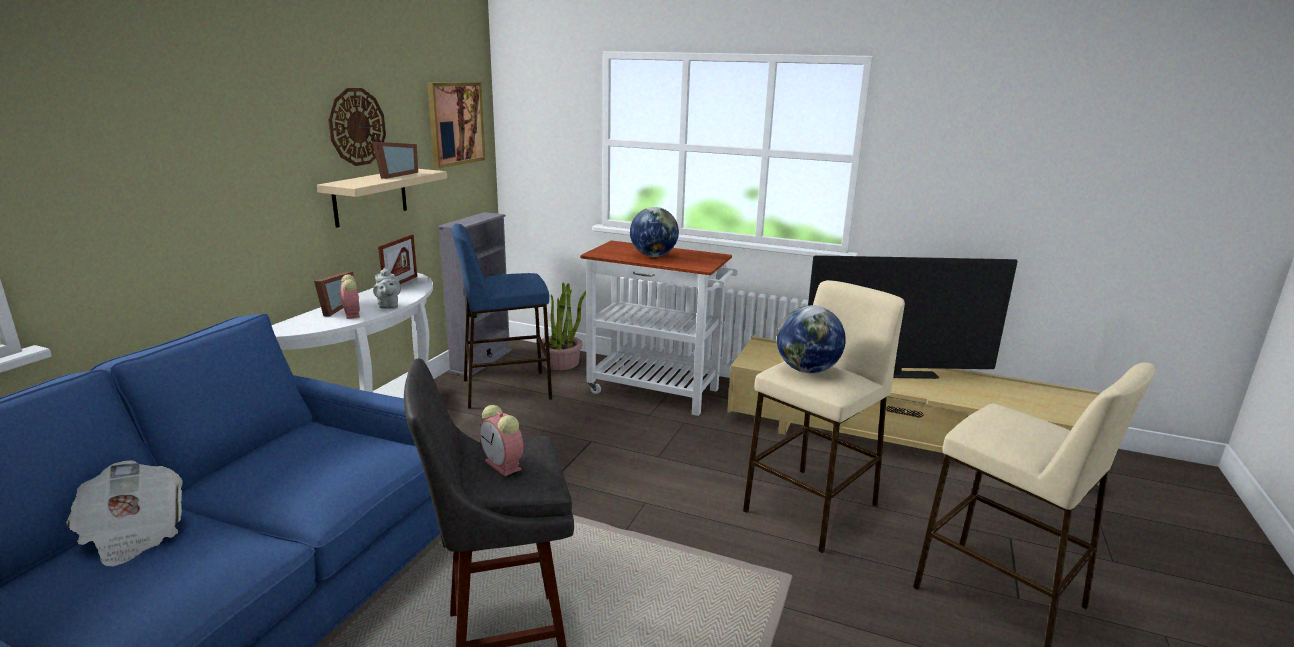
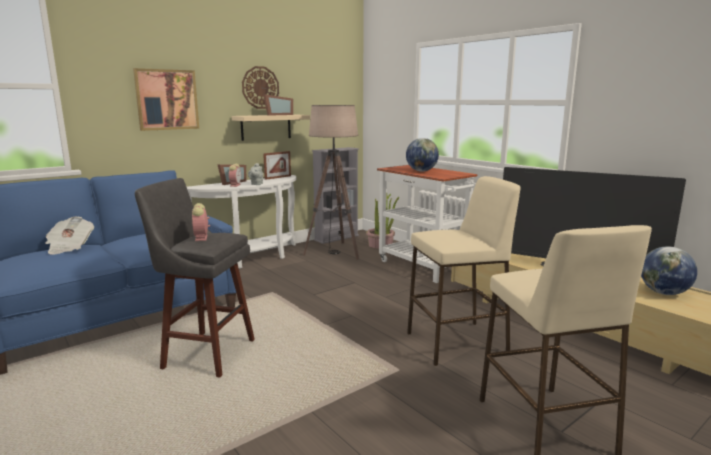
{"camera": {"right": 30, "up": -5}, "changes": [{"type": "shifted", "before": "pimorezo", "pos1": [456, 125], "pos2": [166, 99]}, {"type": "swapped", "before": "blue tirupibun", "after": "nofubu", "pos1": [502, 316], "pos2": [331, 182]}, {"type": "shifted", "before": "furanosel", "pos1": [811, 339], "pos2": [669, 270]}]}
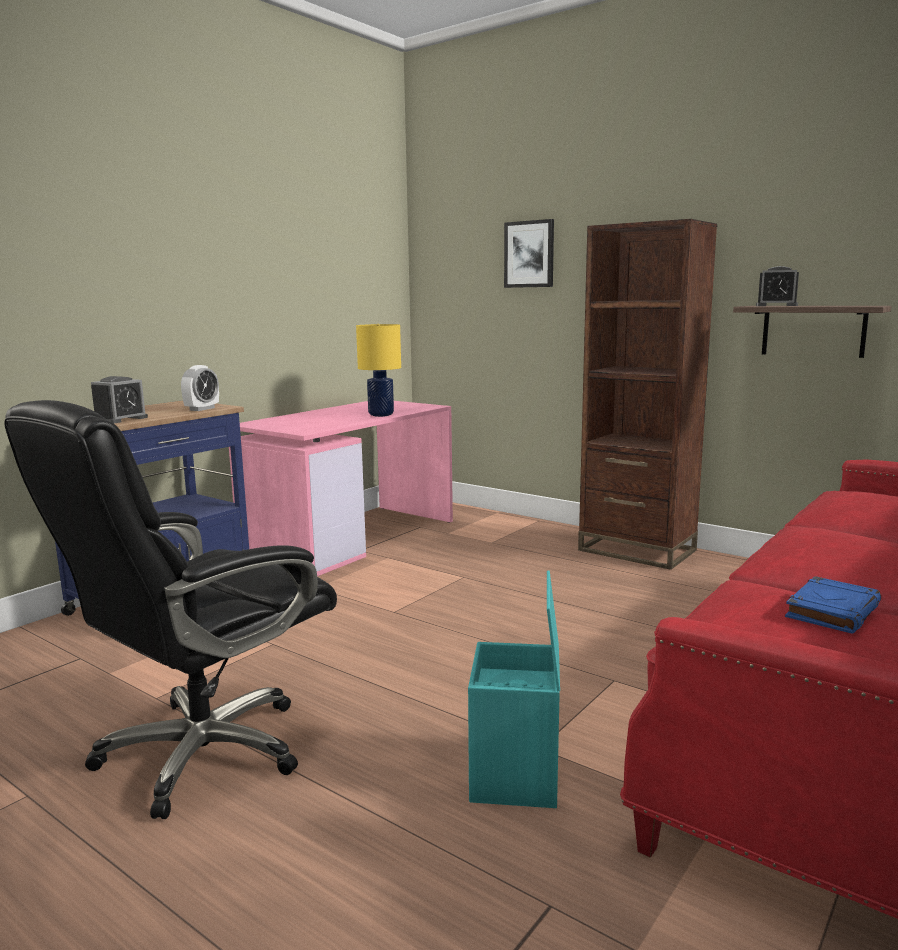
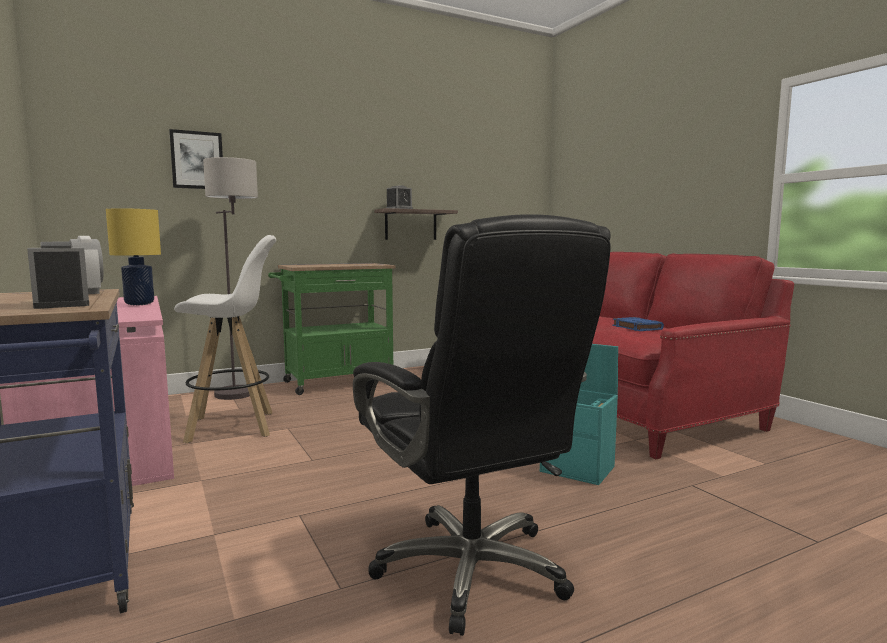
{"camera": {"right": -65, "up": -5}, "changes": [{"type": "new", "after": "white tirupibun", "pos2": [225, 339]}, {"type": "new", "after": "grey nofubu", "pos2": [230, 278]}, {"type": "swapped", "before": "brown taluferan", "after": "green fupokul", "pos1": [647, 394], "pos2": [331, 329]}]}
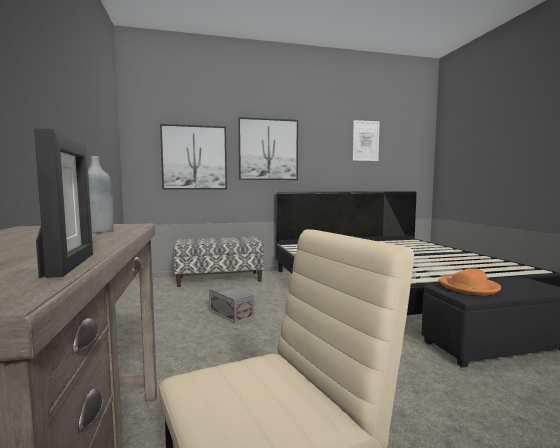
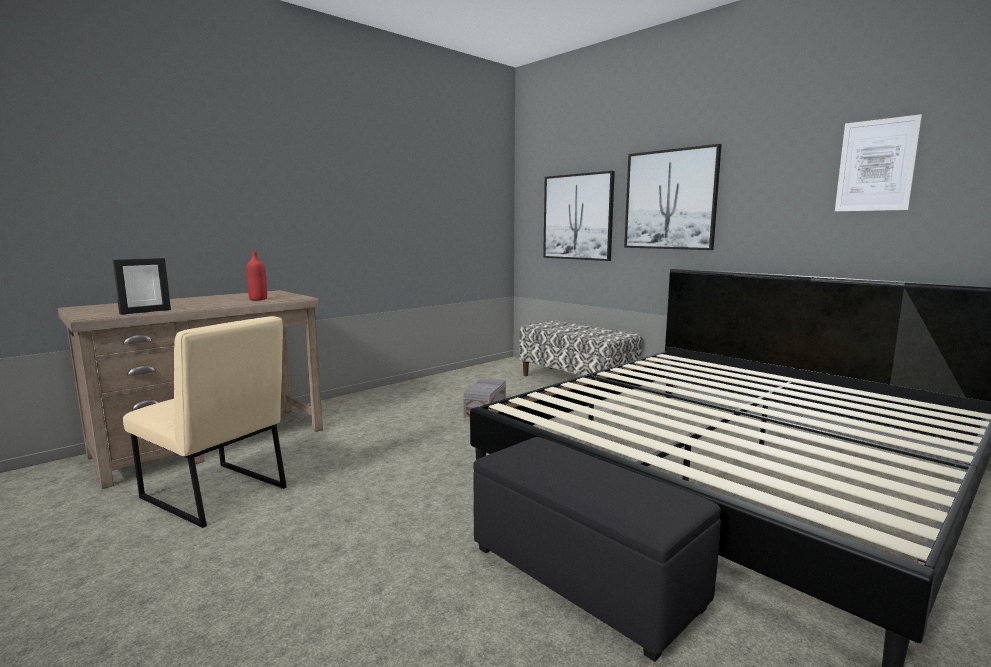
{"camera": {"right": 60, "up": 5}, "changes": [{"type": "repainted", "before": "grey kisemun", "after": "red kisemun", "pos1": [101, 194], "pos2": [256, 276]}, {"type": "gone", "before": "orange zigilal", "pos1": [469, 281]}]}
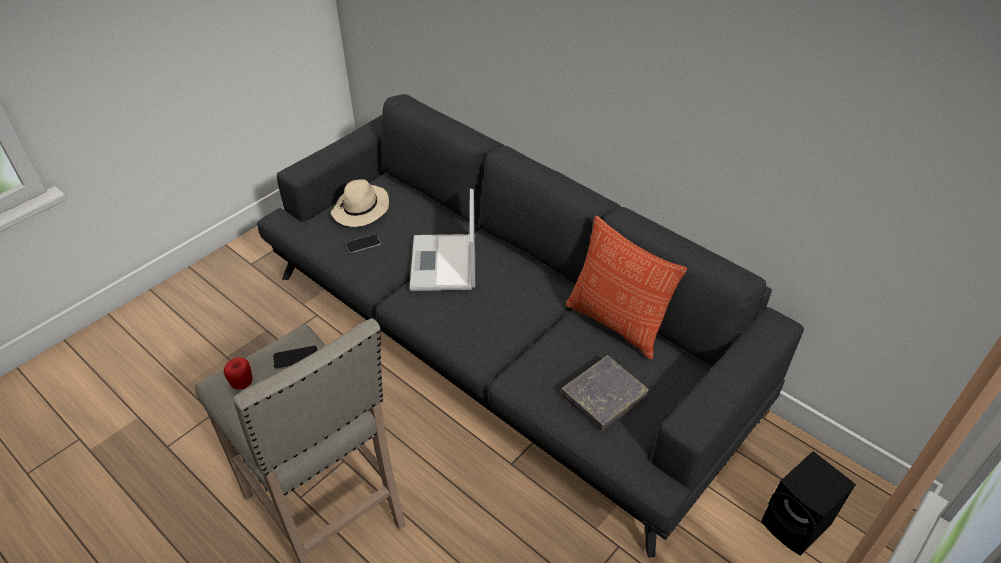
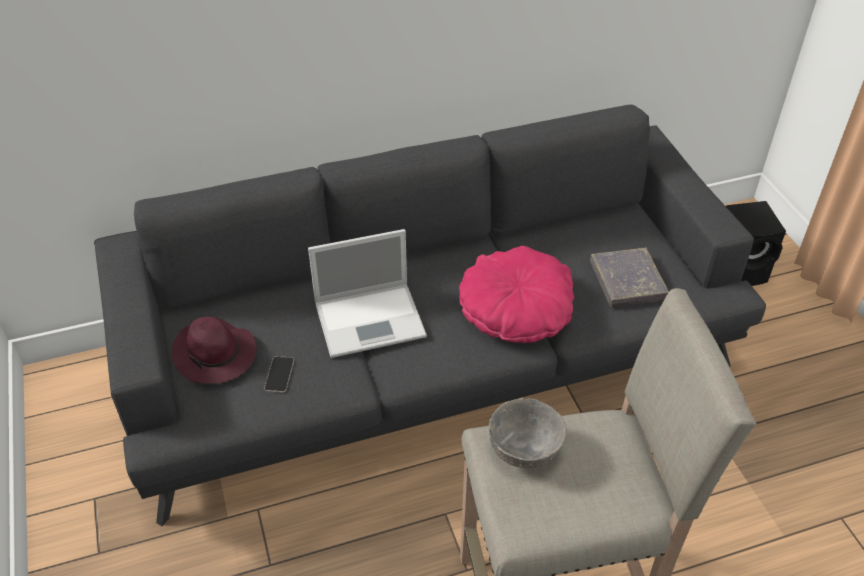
{"camera": {"right": -60, "up": 0}, "changes": [{"type": "repainted", "before": "beige zigilal", "after": "purple zigilal", "pos1": [360, 203], "pos2": [214, 350]}, {"type": "rotated", "before": "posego", "pos1": [442, 240], "pos2": [367, 293], "turn": -45}, {"type": "new", "after": "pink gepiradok", "pos2": [516, 294]}, {"type": "swapped", "before": "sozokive", "after": "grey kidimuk", "pos1": [295, 357], "pos2": [528, 433]}, {"type": "gone", "before": "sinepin", "pos1": [238, 373]}, {"type": "gone", "before": "orange gepiradok", "pos1": [626, 287]}]}
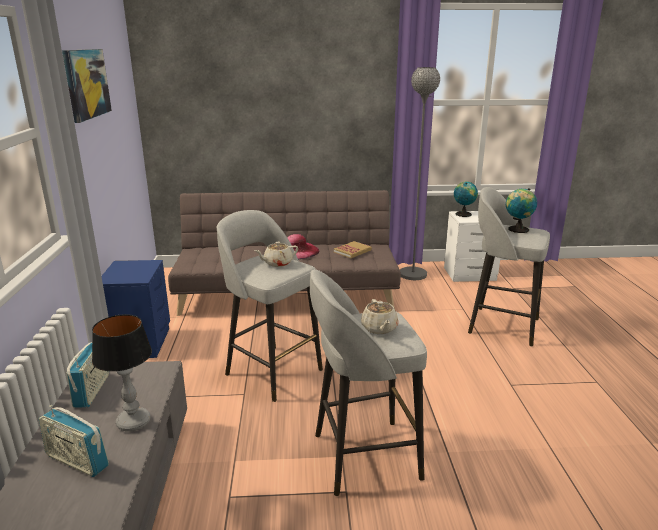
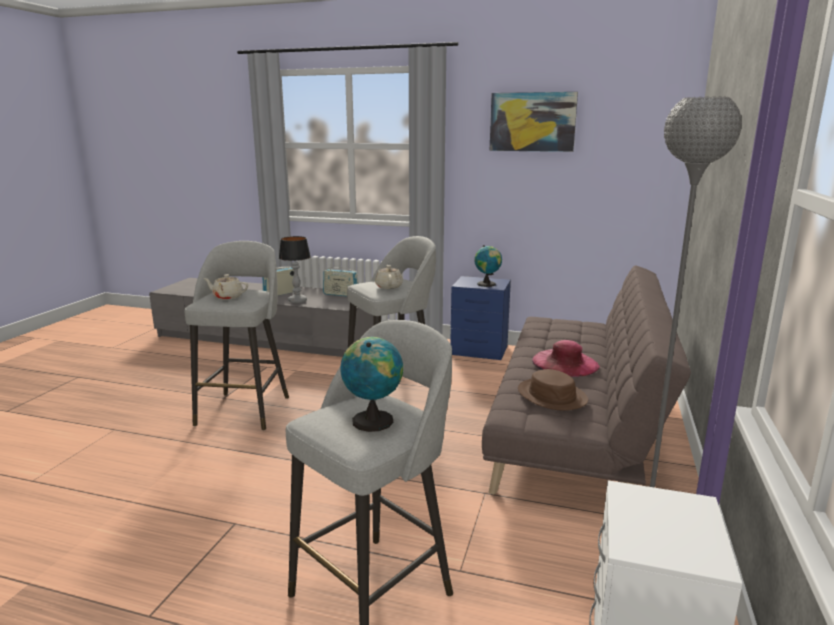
{"camera": {"right": 110, "up": -5}, "changes": [{"type": "shifted", "before": "furanosel", "pos1": [466, 199], "pos2": [488, 266]}, {"type": "swapped", "before": "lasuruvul", "after": "brown zigilal", "pos1": [353, 249], "pos2": [553, 389]}]}
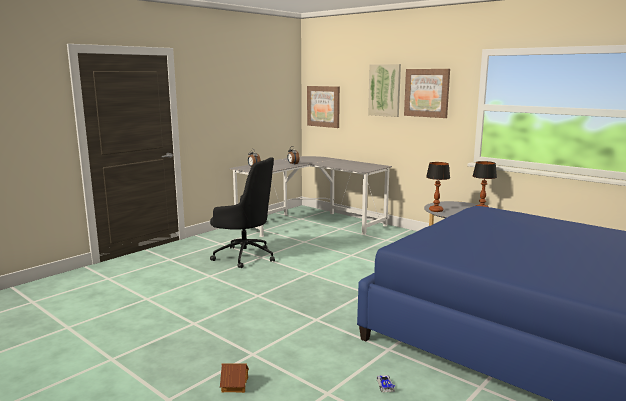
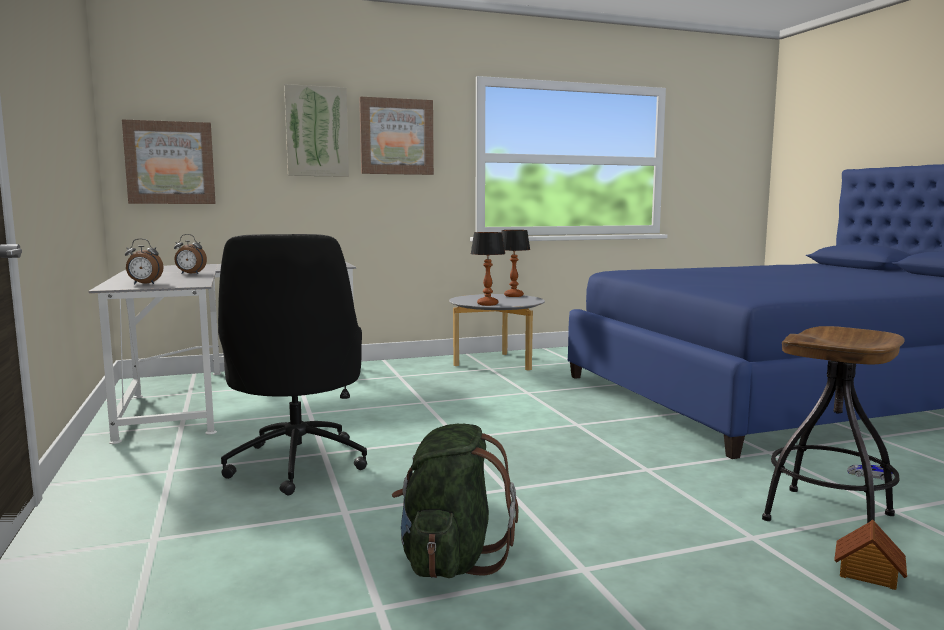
{"camera": {"right": -60, "up": -5}, "changes": [{"type": "rotated", "before": "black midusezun", "pos1": [242, 213], "pos2": [292, 364], "turn": 120}, {"type": "new", "after": "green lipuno", "pos2": [455, 501]}, {"type": "new", "after": "brown tirupibun", "pos2": [833, 424]}]}
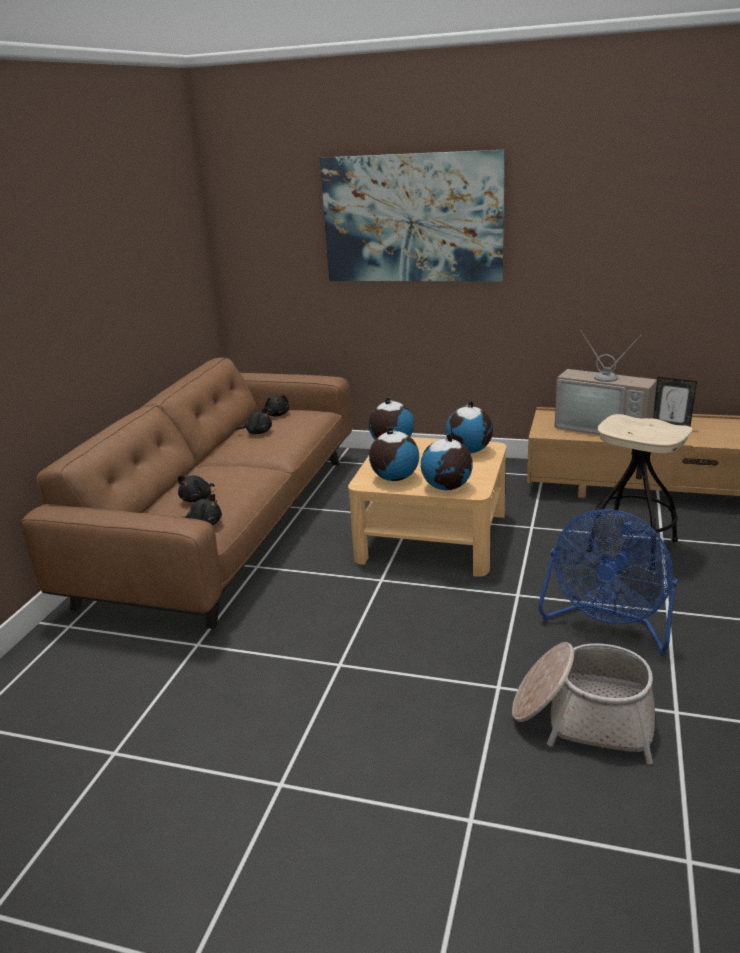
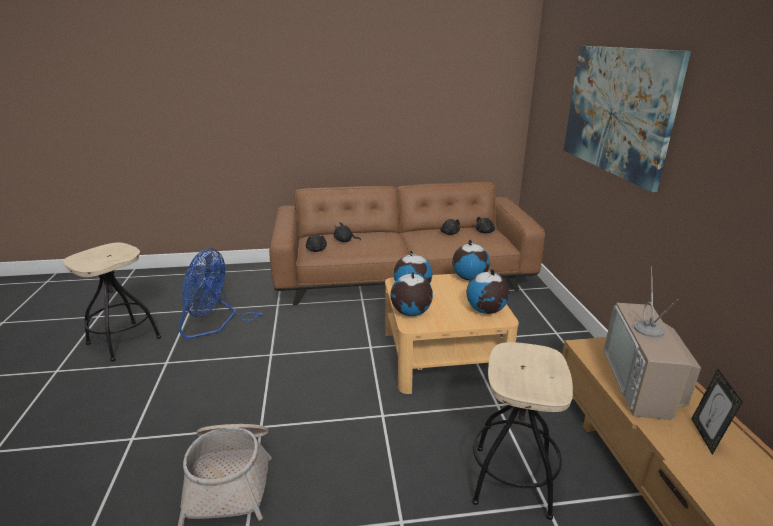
{"camera": {"right": 65, "up": 0}, "changes": [{"type": "new", "after": "beige tirupibun", "pos2": [112, 302]}, {"type": "shifted", "before": "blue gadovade", "pos1": [608, 582], "pos2": [221, 294]}]}
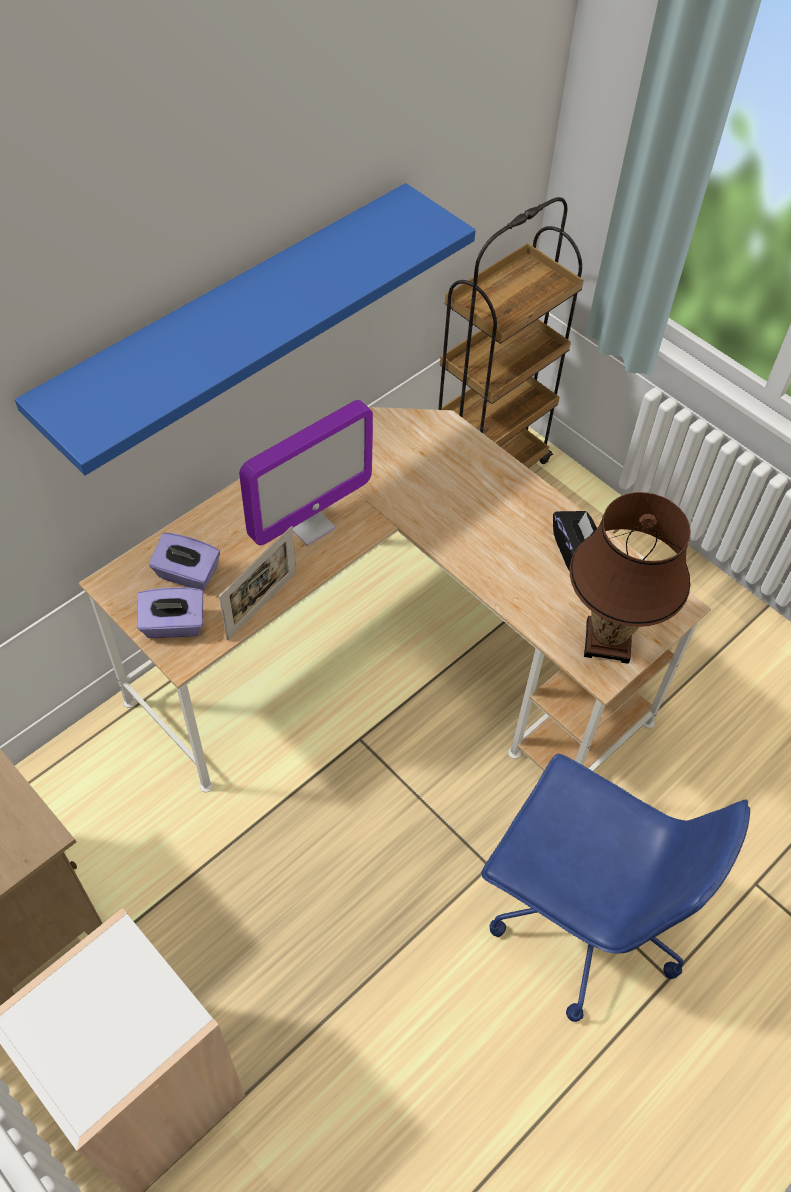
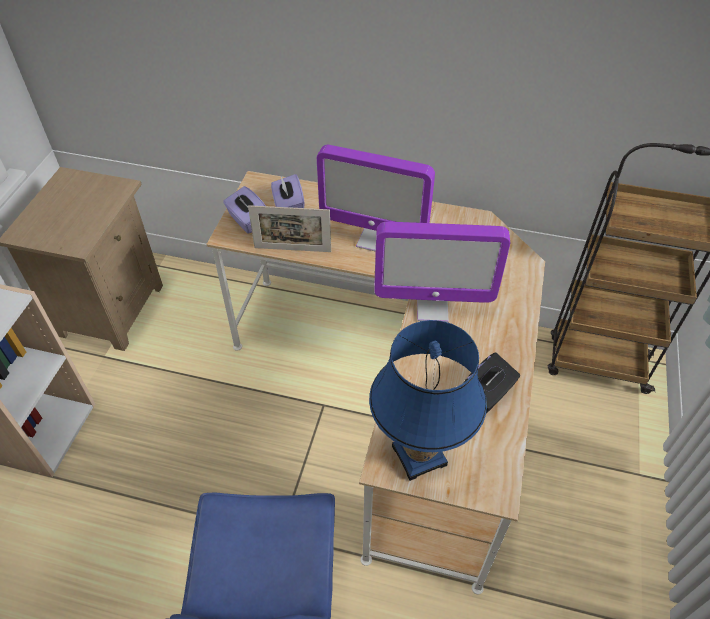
{"camera": {"right": 60, "up": -5}, "changes": [{"type": "repainted", "before": "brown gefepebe", "after": "blue gefepebe", "pos1": [630, 578], "pos2": [428, 400]}, {"type": "new", "after": "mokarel", "pos2": [442, 272]}, {"type": "gone", "before": "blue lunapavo", "pos1": [245, 329]}]}
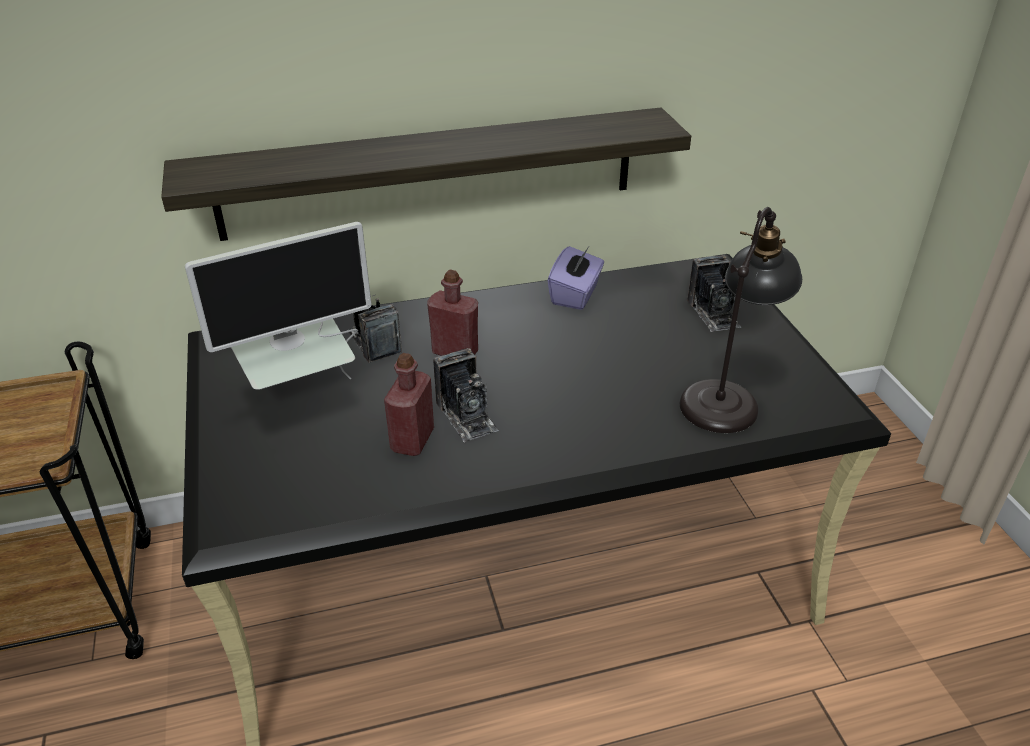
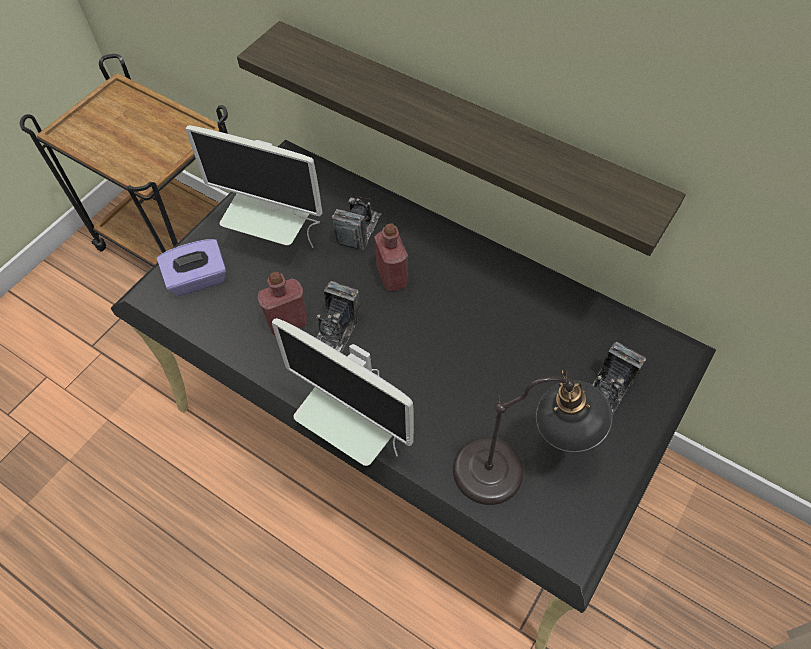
{"camera": {"right": 50, "up": 20}, "changes": [{"type": "shifted", "before": "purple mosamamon", "pos1": [576, 278], "pos2": [191, 267]}, {"type": "new", "after": "mokarel", "pos2": [343, 392]}]}
